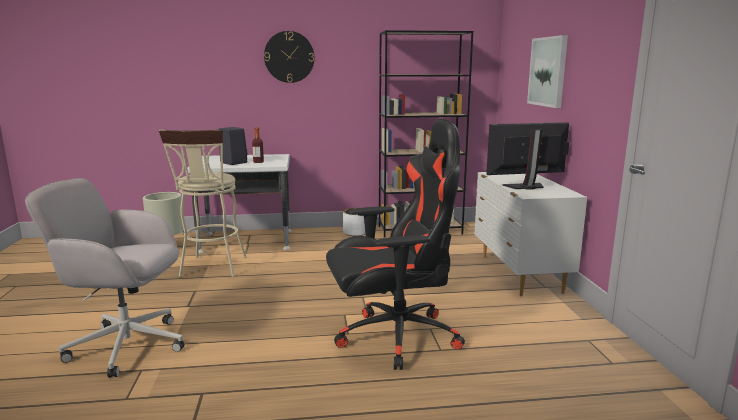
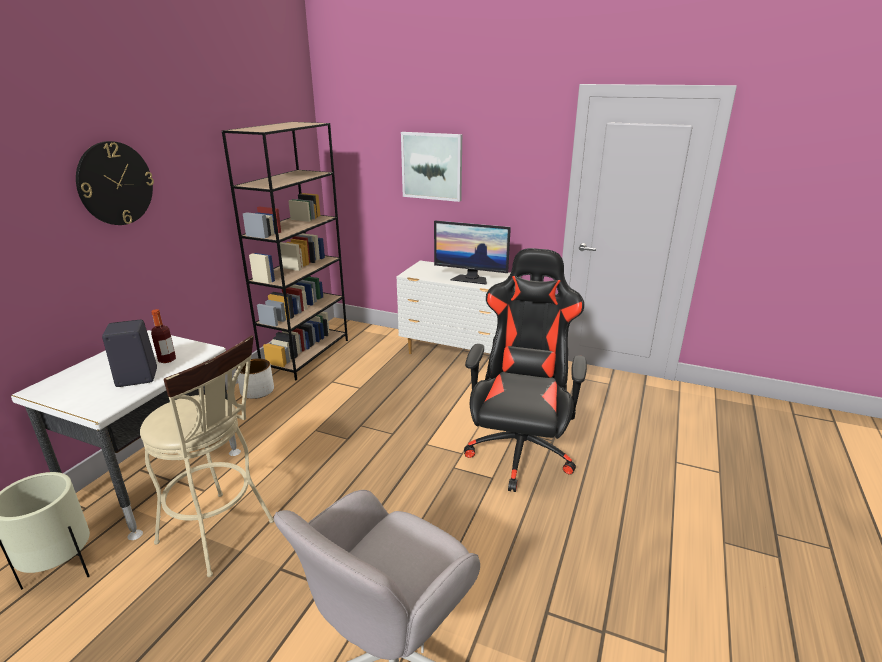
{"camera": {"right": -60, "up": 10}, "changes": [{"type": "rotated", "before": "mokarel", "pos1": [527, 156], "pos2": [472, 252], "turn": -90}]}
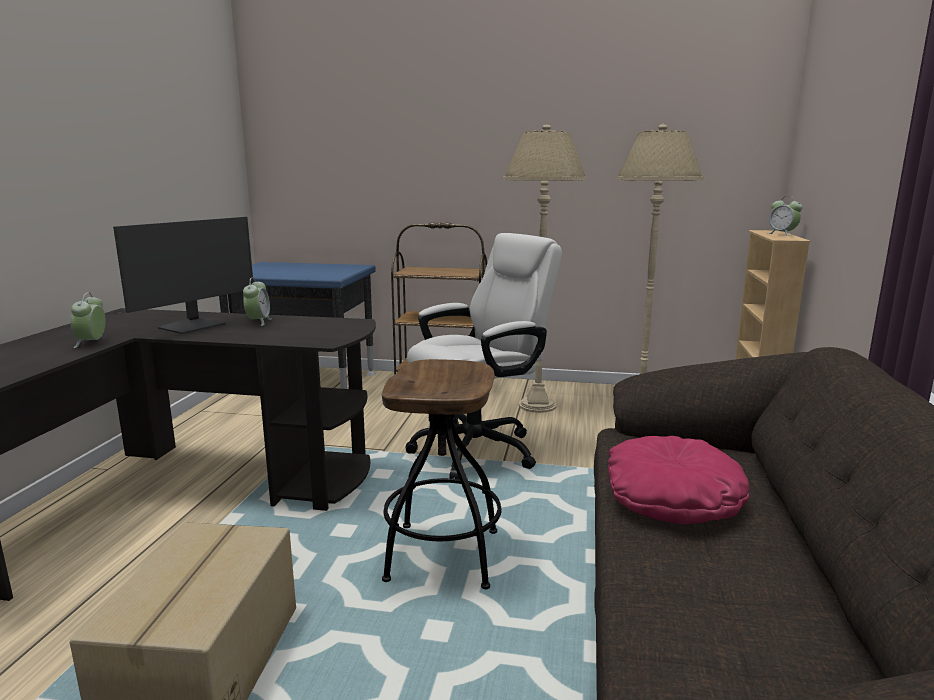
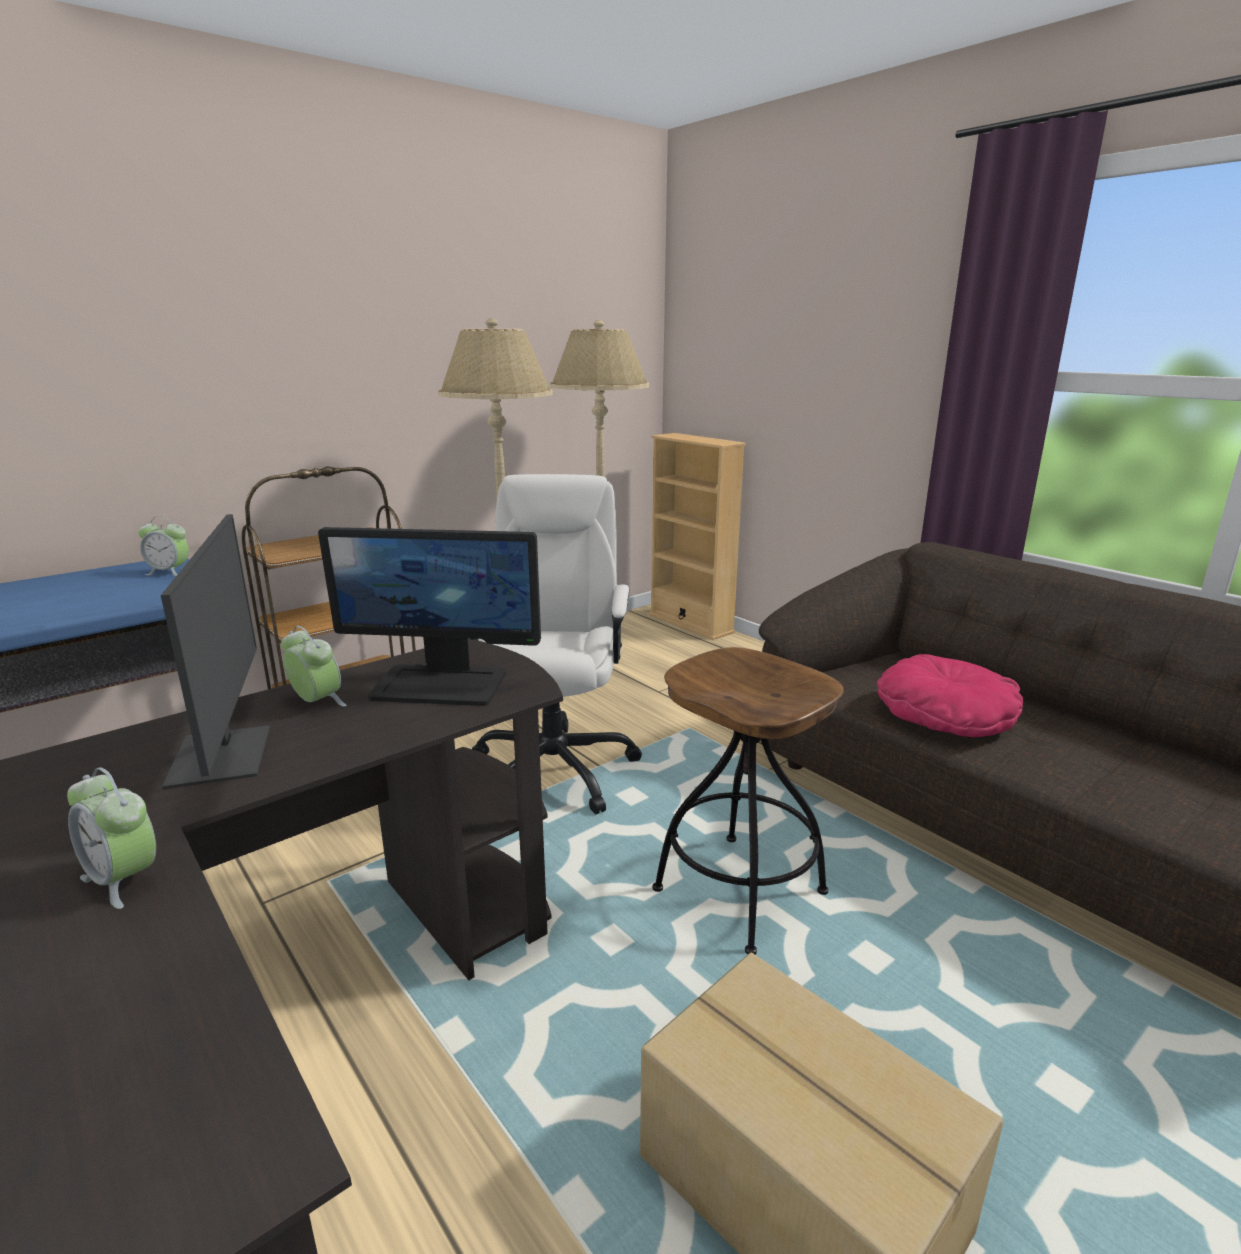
{"camera": {"right": -50, "up": 5}, "changes": [{"type": "shifted", "before": "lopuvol", "pos1": [784, 216], "pos2": [163, 546]}, {"type": "new", "after": "mokarel", "pos2": [429, 616]}]}
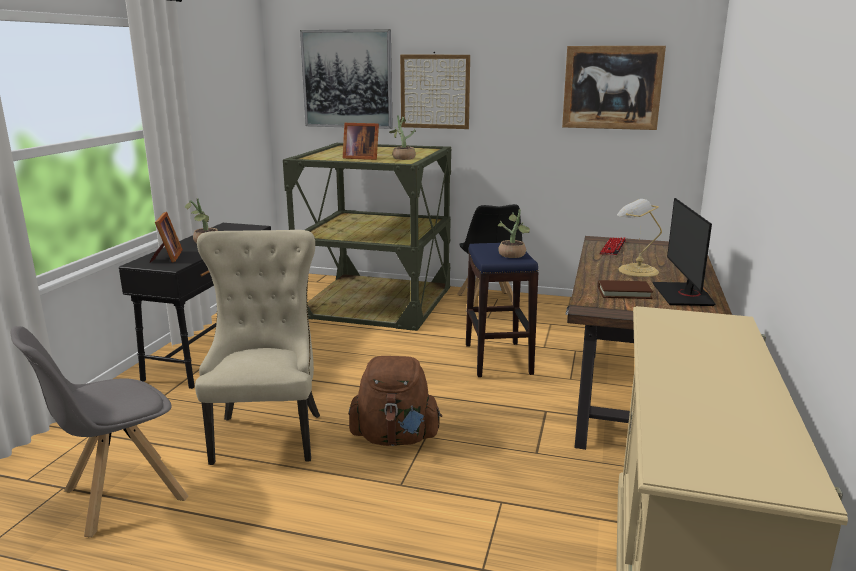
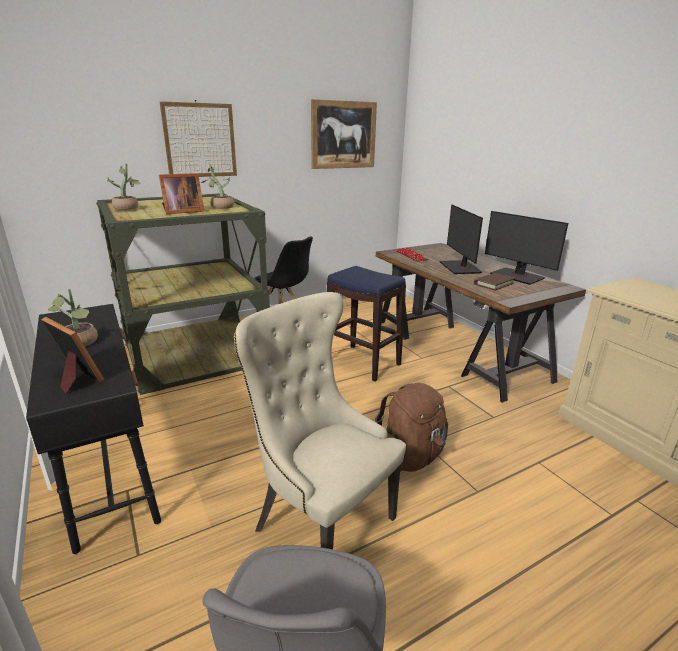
{"camera": {"right": -45, "up": 5}, "changes": [{"type": "shifted", "before": "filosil", "pos1": [514, 233], "pos2": [123, 186]}, {"type": "swapped", "before": "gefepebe", "after": "mokarel", "pos1": [639, 238], "pos2": [461, 239]}, {"type": "gone", "before": "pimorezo", "pos1": [346, 79]}]}
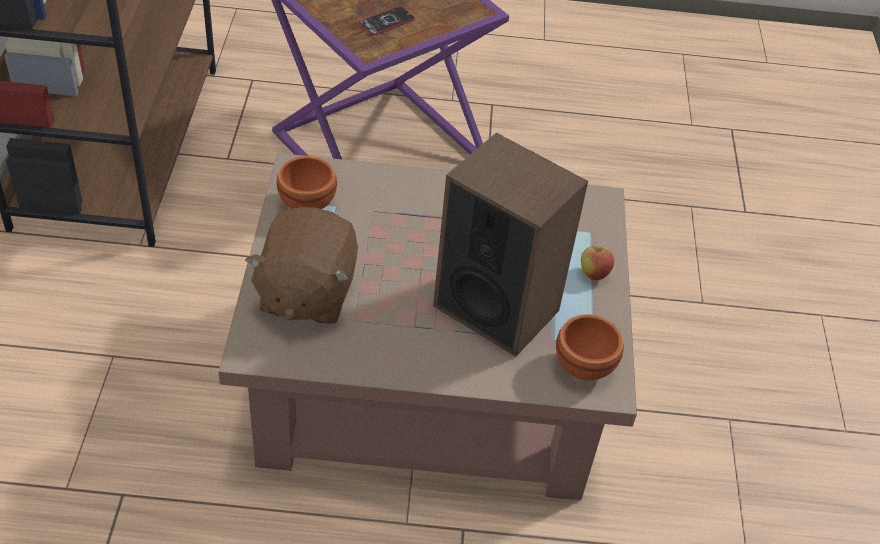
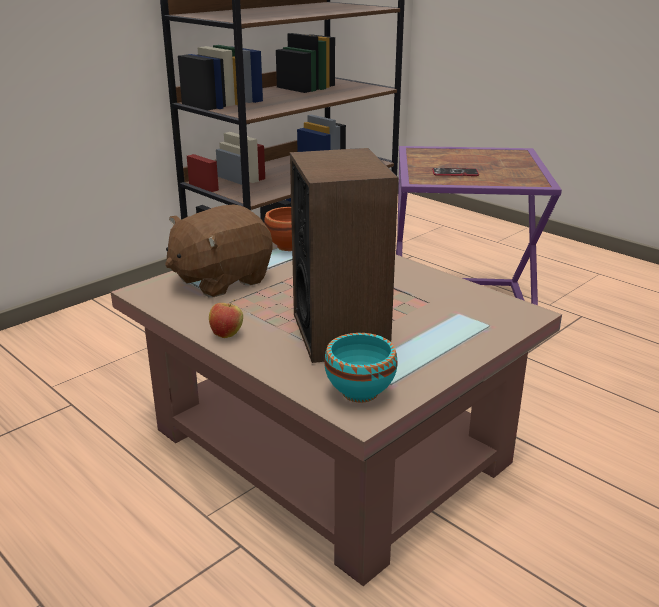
{"camera": {"right": 45, "up": -20}, "changes": [{"type": "shifted", "before": "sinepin", "pos1": [597, 260], "pos2": [226, 318]}, {"type": "repainted", "before": "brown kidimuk", "after": "turquoise kidimuk", "pos1": [590, 347], "pos2": [361, 368]}]}
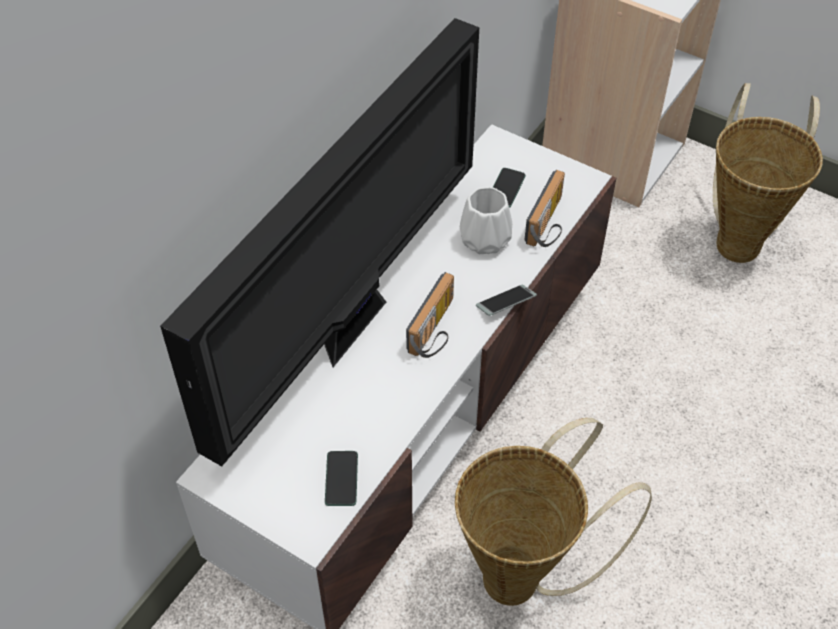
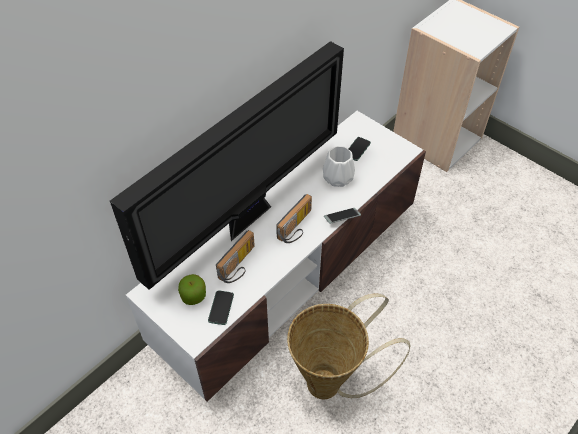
{"camera": {"right": 10, "up": 0}, "changes": [{"type": "new", "after": "sinepin", "pos2": [192, 289]}, {"type": "shifted", "before": "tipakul", "pos1": [544, 208], "pos2": [235, 256]}, {"type": "gone", "before": "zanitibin", "pos1": [768, 173]}]}
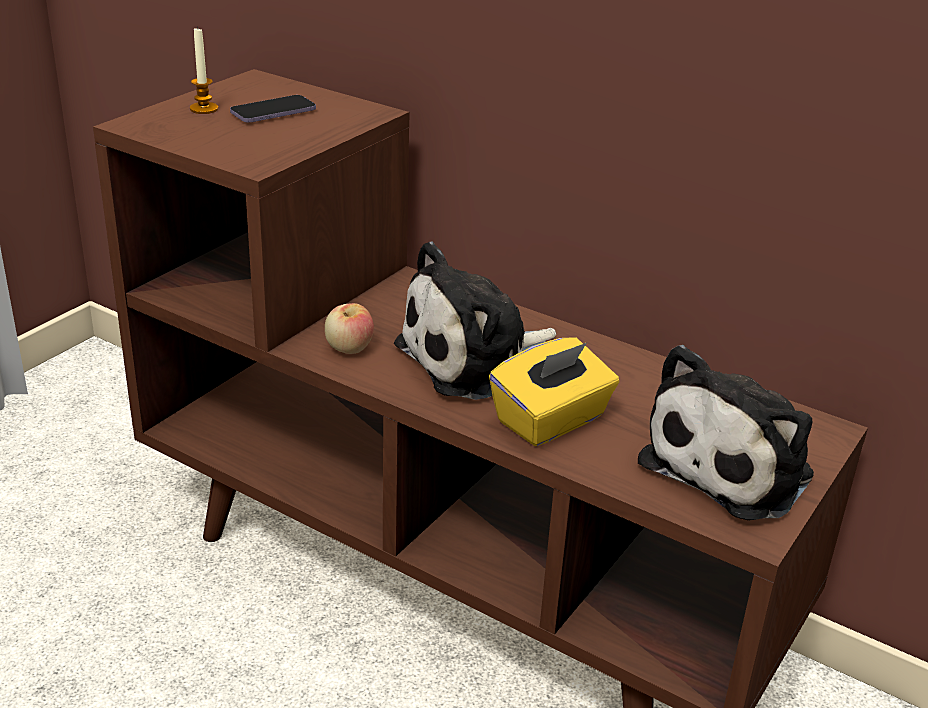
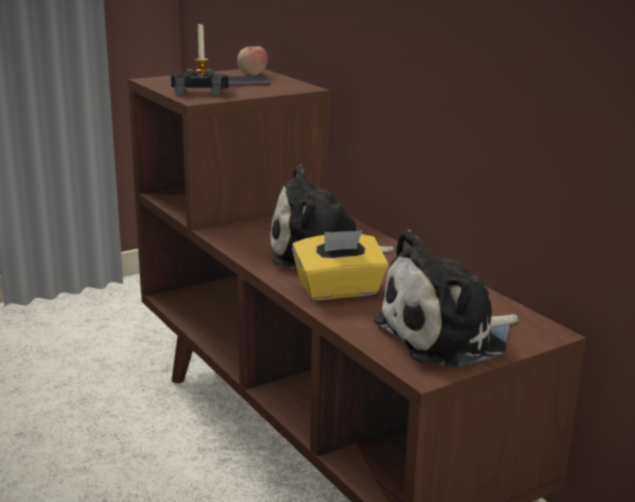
{"camera": {"right": 25, "up": -10}, "changes": [{"type": "new", "after": "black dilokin", "pos2": [200, 82]}, {"type": "shifted", "before": "sinepin", "pos1": [349, 328], "pos2": [252, 61]}]}
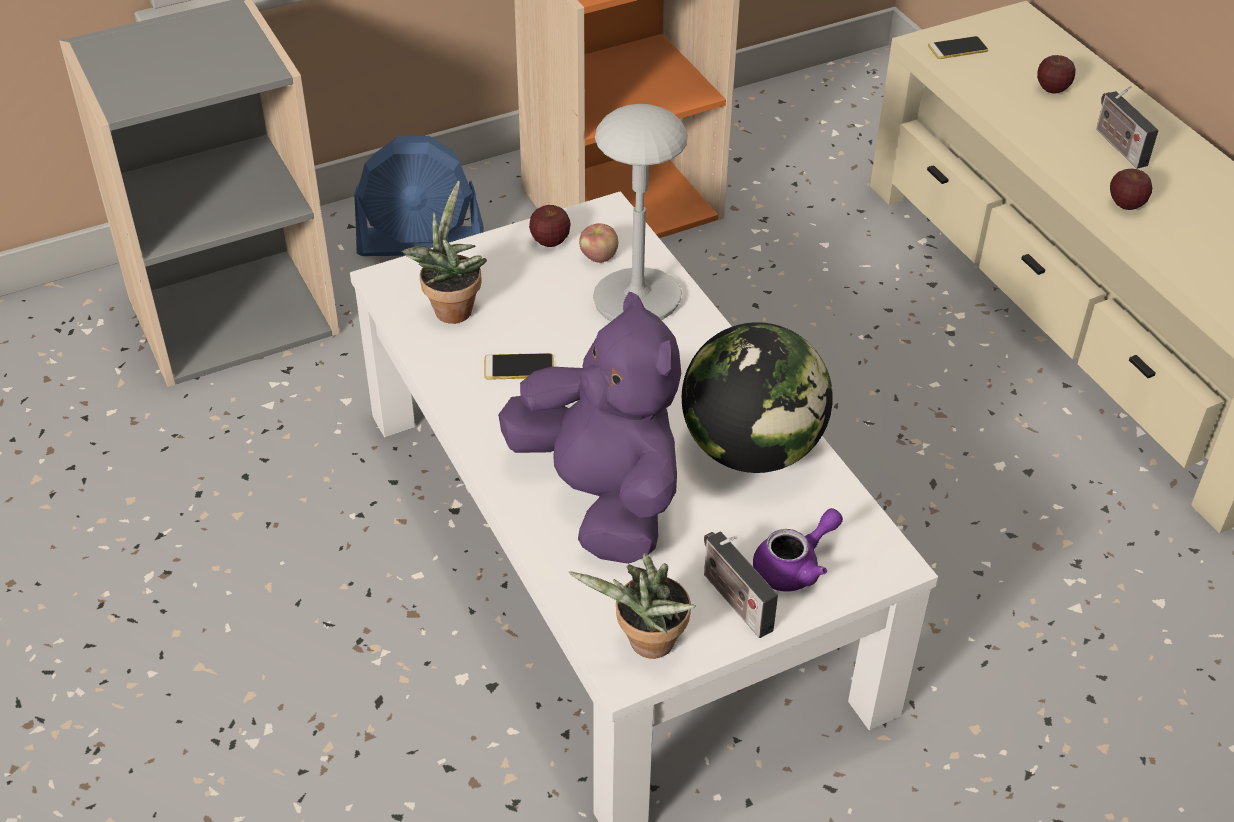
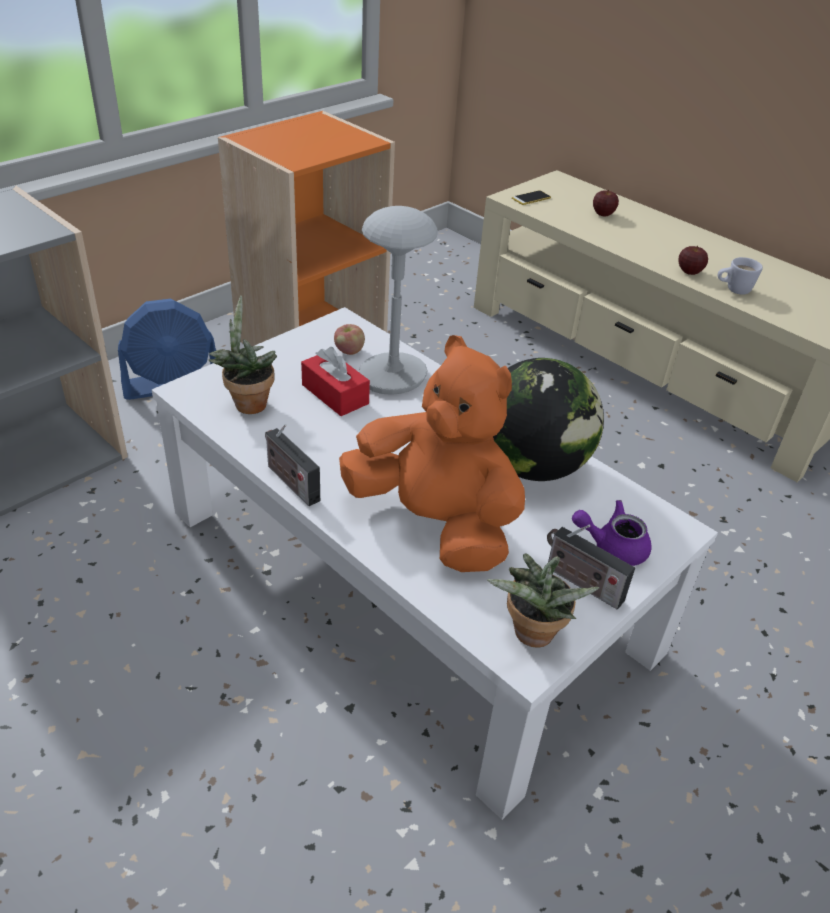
{"camera": {"right": -20, "up": -5}, "changes": [{"type": "shifted", "before": "tipakul", "pos1": [1127, 127], "pos2": [292, 465]}, {"type": "new", "after": "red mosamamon", "pos2": [335, 381]}, {"type": "repainted", "before": "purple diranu", "after": "orange diranu", "pos1": [589, 428], "pos2": [432, 453]}, {"type": "rotated", "before": "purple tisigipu", "pos1": [798, 550], "pos2": [611, 533], "turn": -120}, {"type": "new", "after": "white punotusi", "pos2": [740, 276]}, {"type": "gone", "before": "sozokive", "pos1": [519, 366]}, {"type": "gone", "before": "sinepin", "pos1": [550, 226]}]}
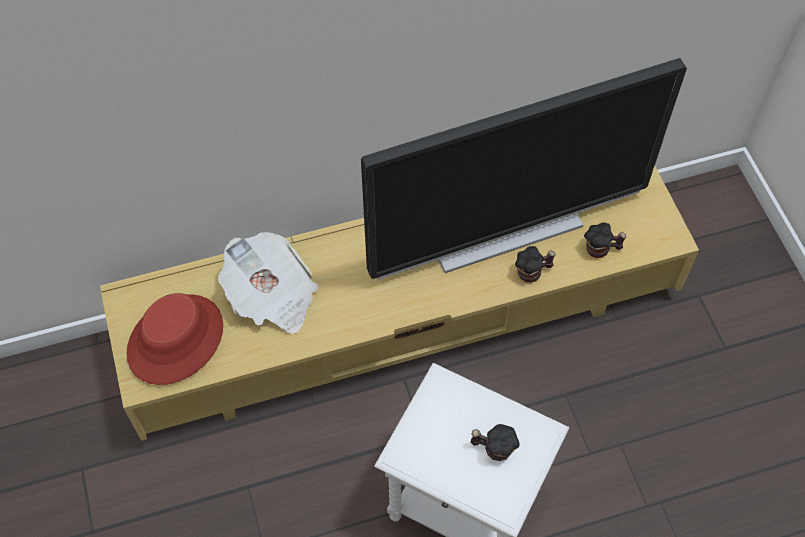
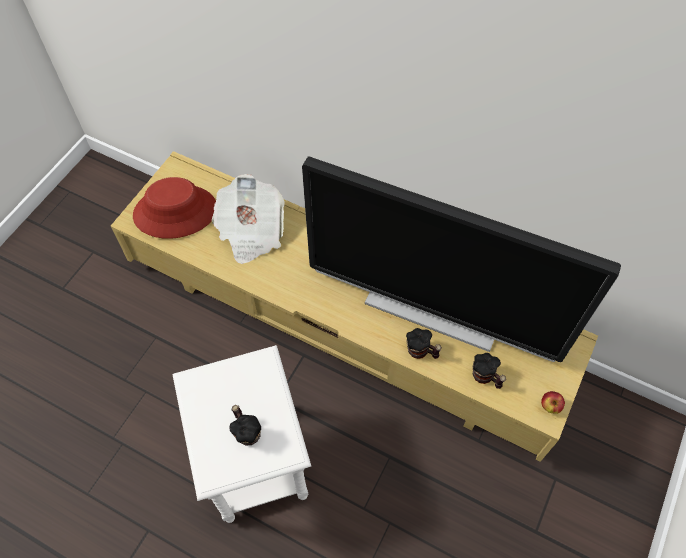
{"camera": {"right": 45, "up": 0}, "changes": [{"type": "new", "after": "sinepin", "pos2": [553, 402]}]}
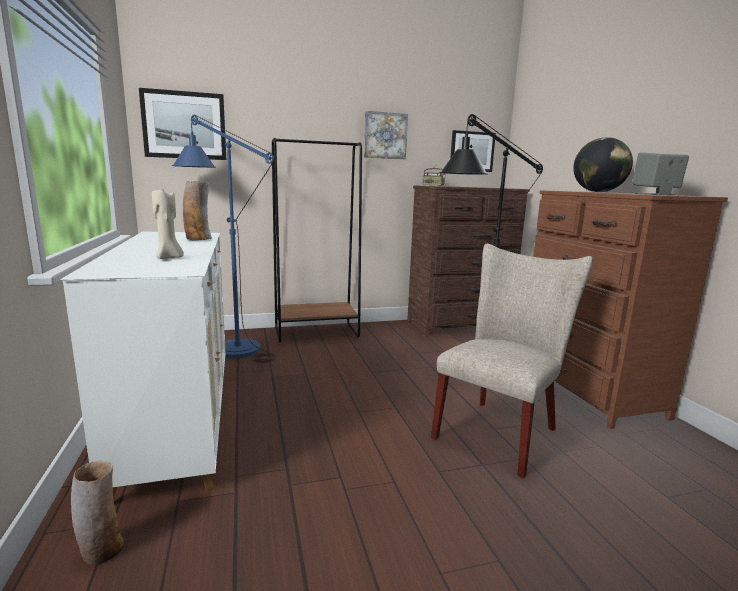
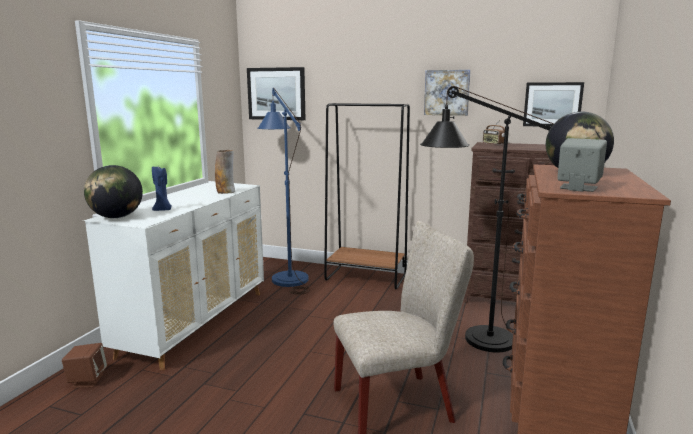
{"camera": {"right": 35, "up": 0}, "changes": [{"type": "swapped", "before": "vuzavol", "after": "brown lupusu", "pos1": [98, 512], "pos2": [84, 365]}, {"type": "new", "after": "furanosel", "pos2": [113, 191]}, {"type": "repainted", "before": "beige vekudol", "after": "blue vekudol", "pos1": [168, 224], "pos2": [162, 189]}]}
